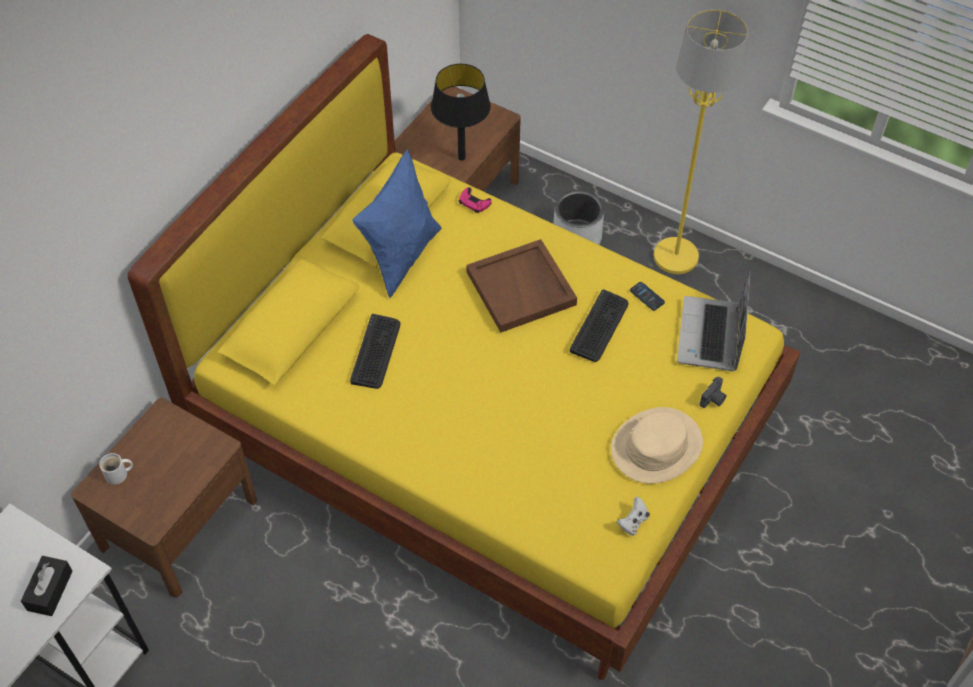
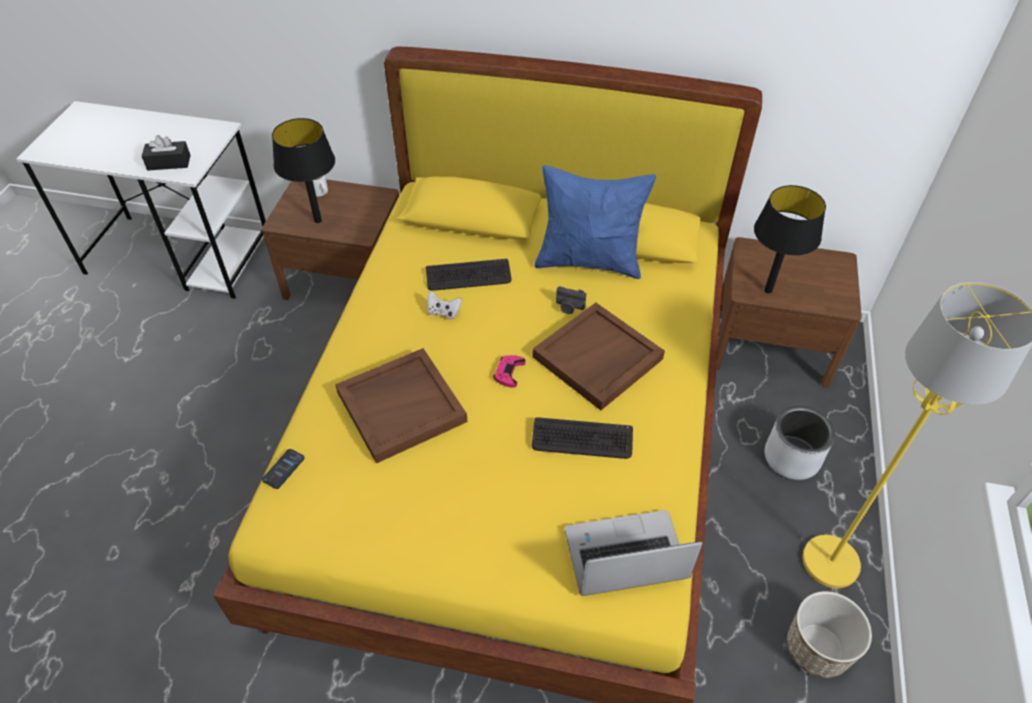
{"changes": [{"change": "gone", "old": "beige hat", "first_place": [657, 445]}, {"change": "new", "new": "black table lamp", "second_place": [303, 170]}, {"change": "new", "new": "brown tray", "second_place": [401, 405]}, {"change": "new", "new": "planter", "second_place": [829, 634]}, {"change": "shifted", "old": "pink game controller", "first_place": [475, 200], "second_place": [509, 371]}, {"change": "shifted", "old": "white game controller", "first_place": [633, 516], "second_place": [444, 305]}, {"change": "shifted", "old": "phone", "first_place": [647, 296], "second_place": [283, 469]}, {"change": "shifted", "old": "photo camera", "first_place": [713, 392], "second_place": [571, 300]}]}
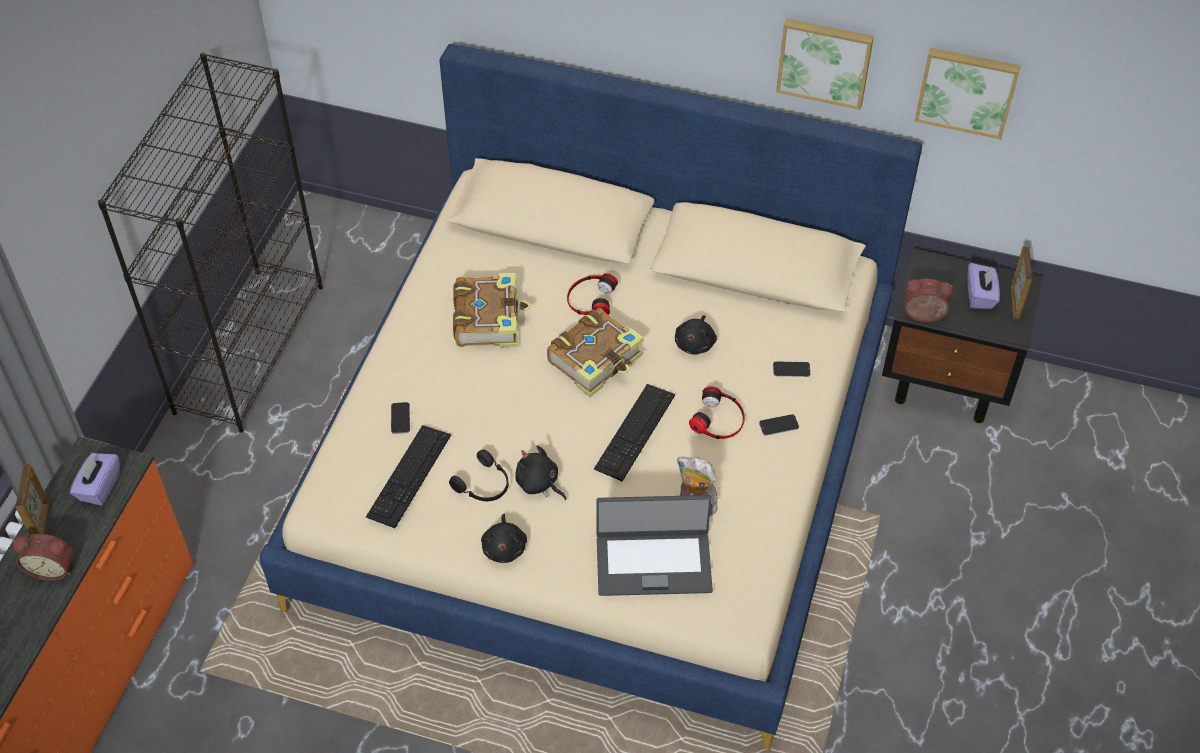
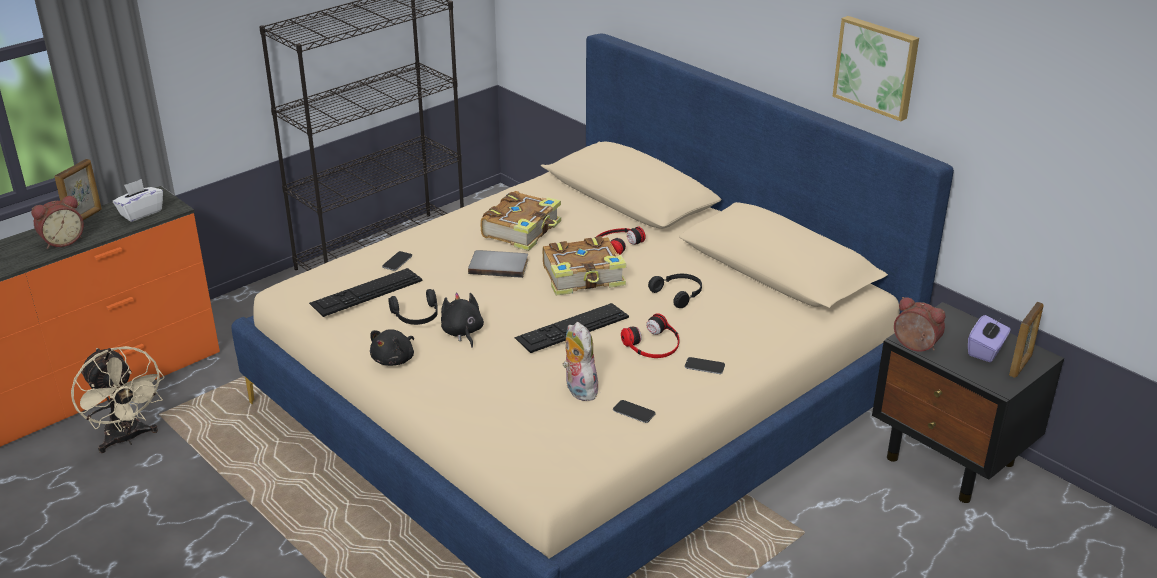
{"changes": [{"change": "gone", "old": "laptop", "first_place": [654, 545]}, {"change": "gone", "old": "picture", "first_place": [968, 93]}, {"change": "new", "new": "beige fan", "second_place": [118, 399]}, {"change": "new", "new": "grey book", "second_place": [498, 264]}, {"change": "shifted", "old": "phone", "first_place": [791, 369], "second_place": [634, 411]}, {"change": "swapped", "old": "black plush toy", "new": "black headphones", "first_place": [696, 335], "second_place": [675, 291]}, {"change": "repainted", "old": "purple tissue box", "new": "white tissue box", "first_place": [95, 479], "second_place": [138, 200]}, {"change": "rotated", "old": "alarm clock", "first_place": [43, 557], "second_place": [57, 222], "degrees": -75}]}
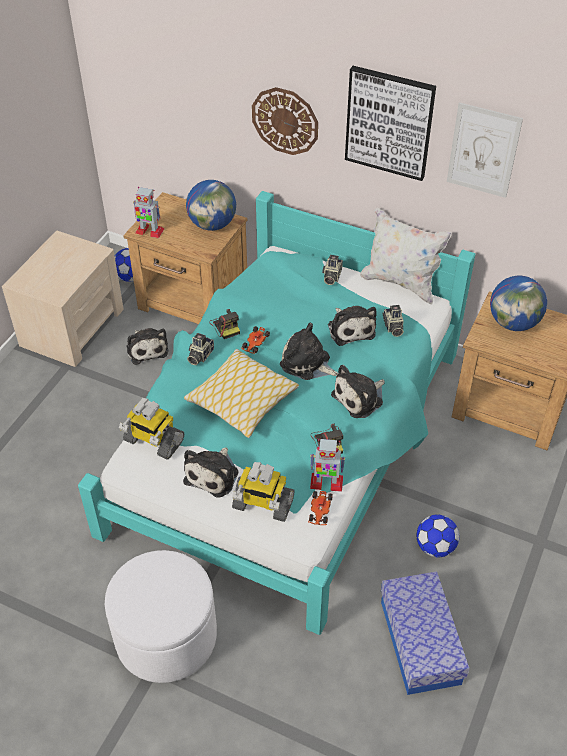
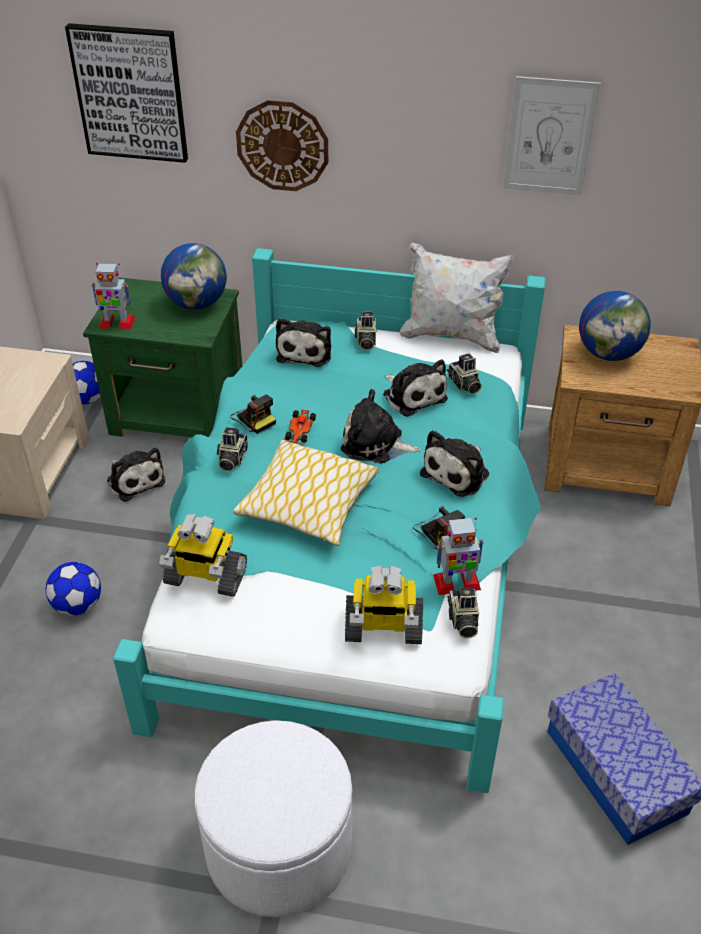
{"changes": [{"change": "shifted", "old": "plush toy", "first_place": [210, 472], "second_place": [303, 342]}, {"change": "shifted", "old": "picture", "first_place": [390, 123], "second_place": [126, 93]}, {"change": "shifted", "old": "football", "first_place": [437, 535], "second_place": [73, 589]}, {"change": "swapped", "old": "toy car", "new": "photo camera", "first_place": [320, 508], "second_place": [463, 612]}, {"change": "repainted", "old": "brown nightstand", "new": "green nightstand", "first_place": [185, 258], "second_place": [162, 357]}]}
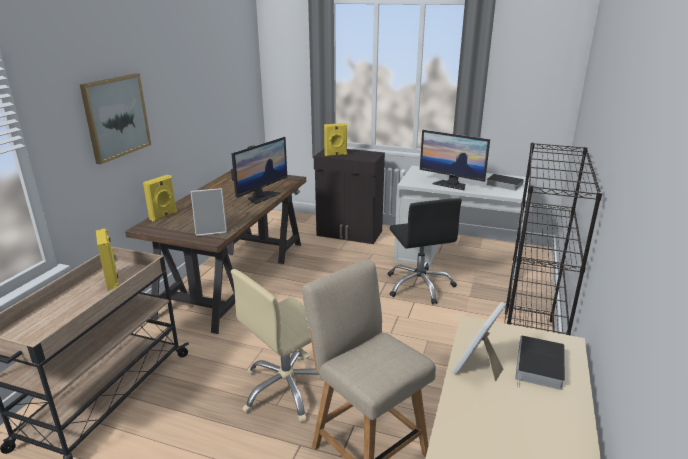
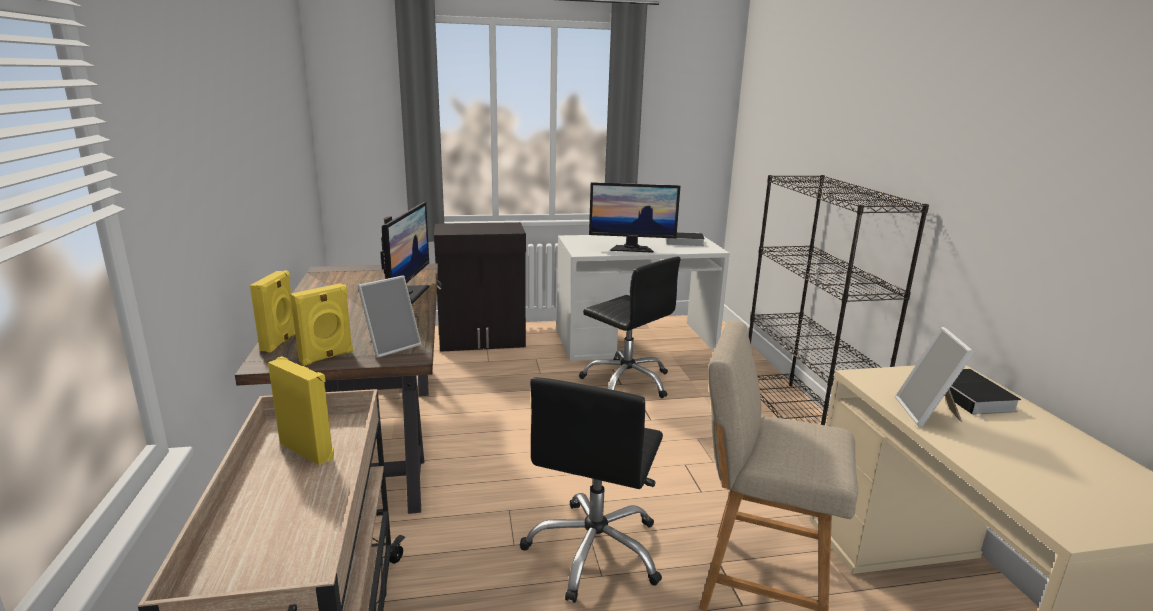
{"changes": [{"change": "gone", "old": "picture", "first_place": [115, 118]}, {"change": "shifted", "old": "yellow speaker", "first_place": [335, 140], "second_place": [321, 324]}, {"change": "repainted", "old": "beige office chair", "new": "black office chair", "first_place": [275, 346], "second_place": [591, 490]}]}
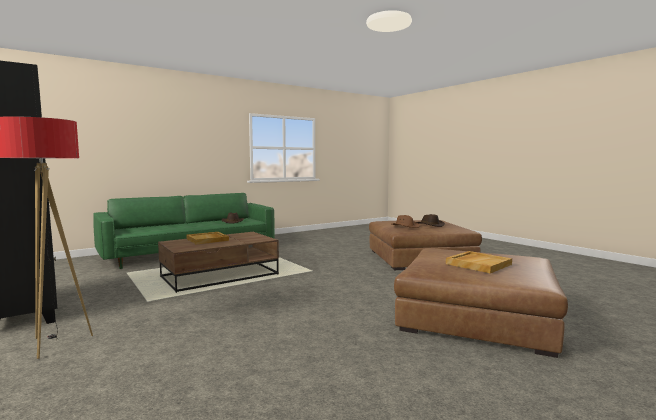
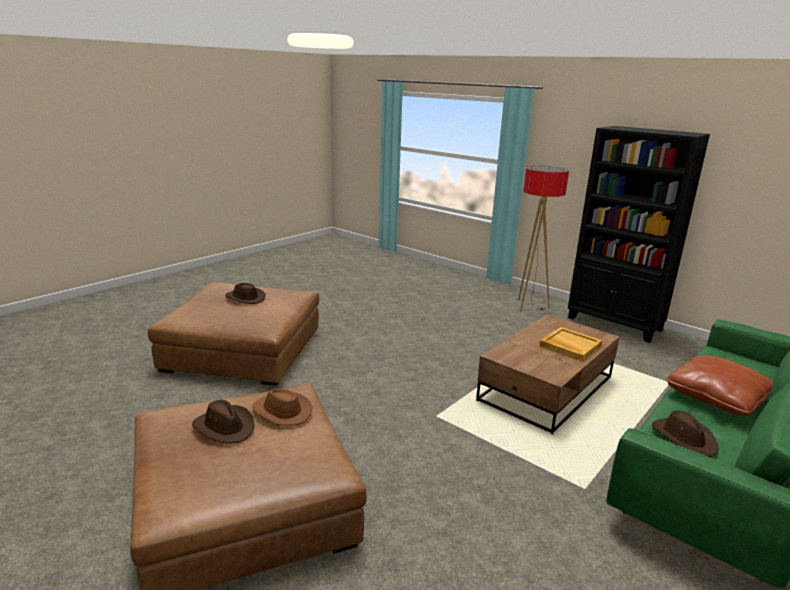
{"changes": [{"change": "new", "new": "brown pillow", "second_place": [719, 385]}, {"change": "swapped", "old": "beige tray", "new": "brown hat", "first_place": [479, 262], "second_place": [245, 293]}]}
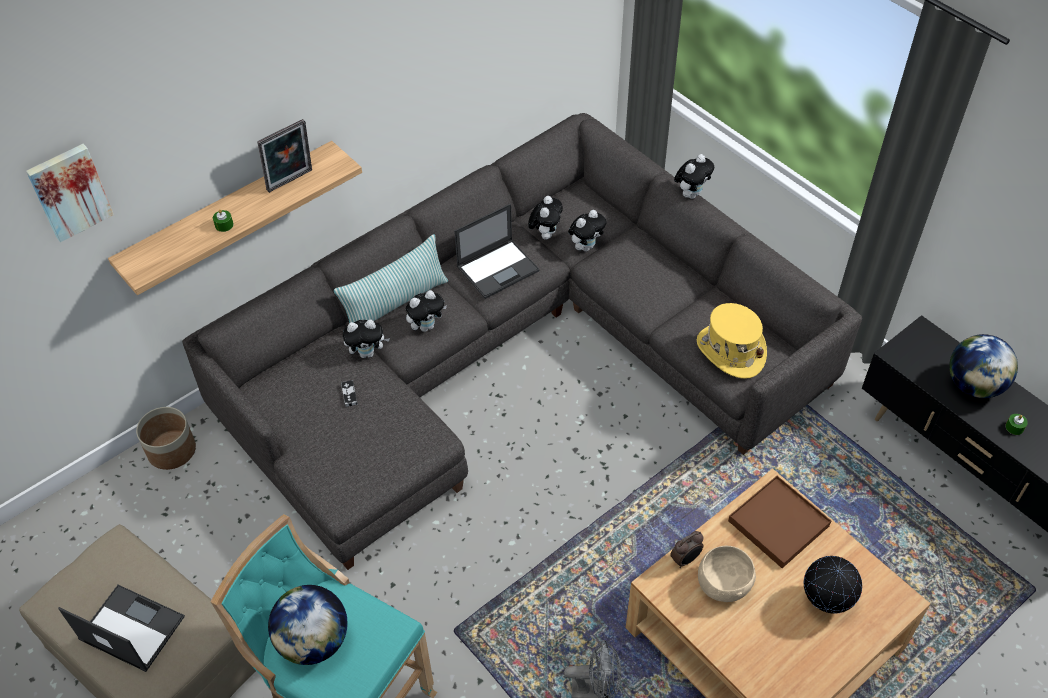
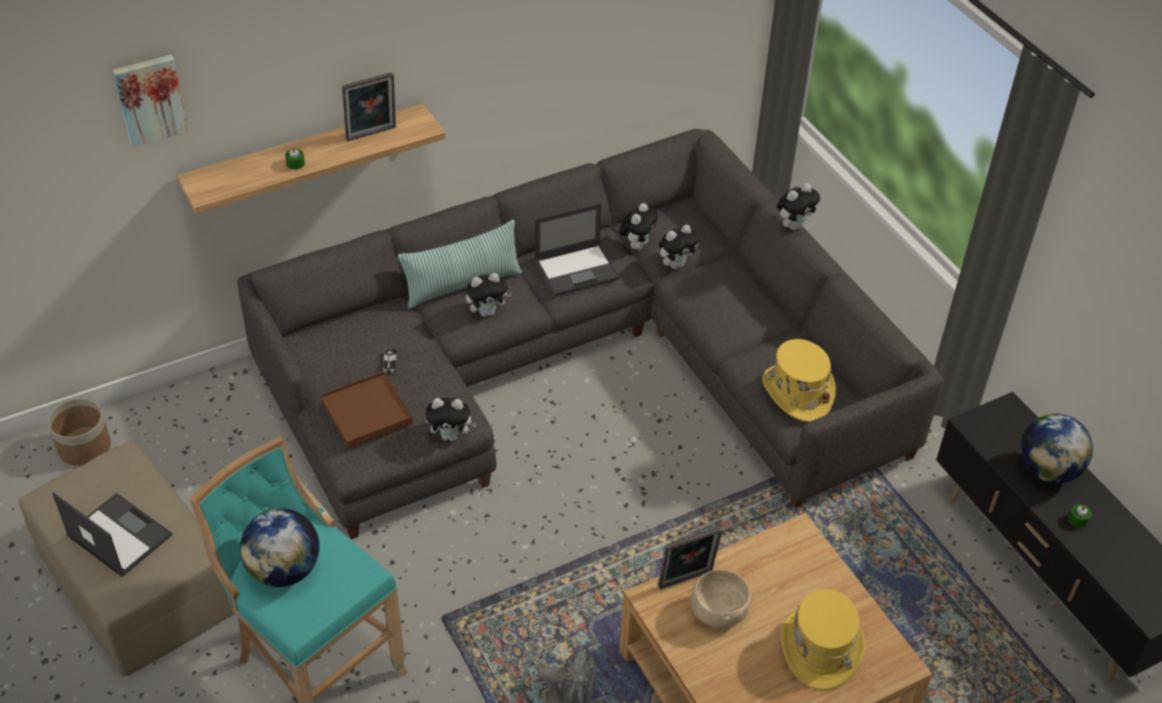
{"changes": [{"change": "shifted", "old": "planter", "first_place": [166, 438], "second_place": [79, 432]}, {"change": "shifted", "old": "plush toy", "first_place": [366, 338], "second_place": [451, 419]}, {"change": "shifted", "old": "brown tray", "first_place": [779, 522], "second_place": [366, 410]}, {"change": "swapped", "old": "alarm clock", "new": "picture frame", "first_place": [687, 549], "second_place": [690, 558]}, {"change": "swapped", "old": "globe", "new": "yellow hat", "first_place": [833, 584], "second_place": [823, 639]}]}
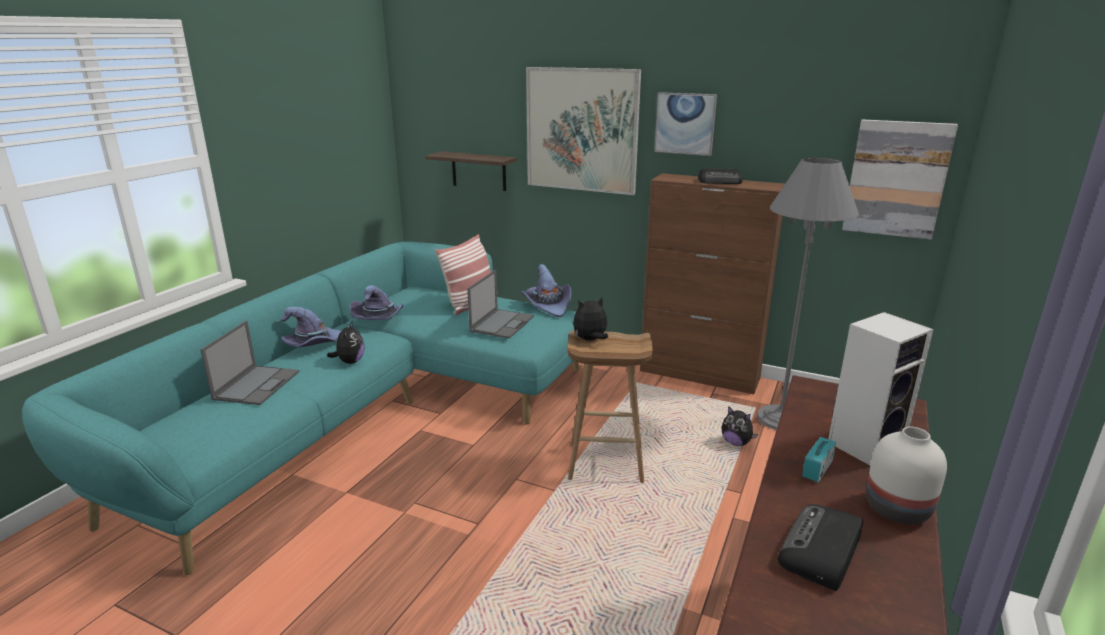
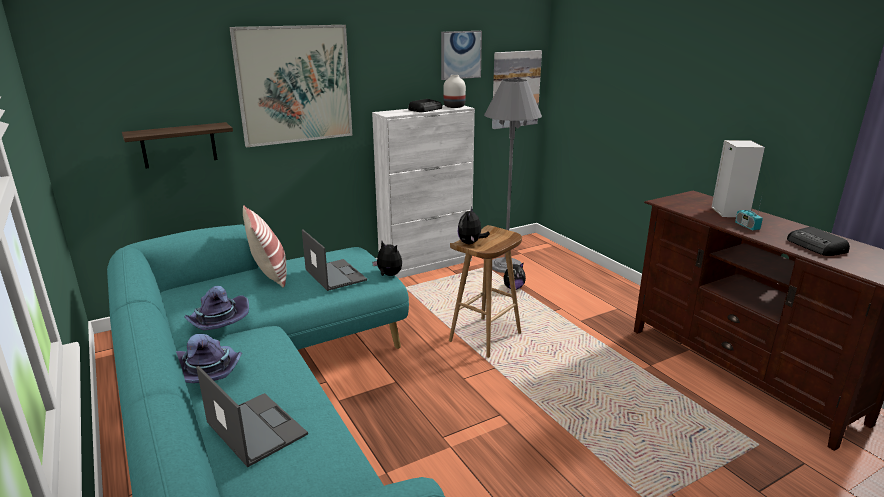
{"changes": [{"change": "gone", "old": "purple hat", "first_place": [546, 290]}, {"change": "shifted", "old": "plush toy", "first_place": [346, 343], "second_place": [387, 258]}, {"change": "shifted", "old": "picture", "first_place": [685, 124], "second_place": [461, 55]}, {"change": "shifted", "old": "white vase", "first_place": [906, 475], "second_place": [454, 91]}, {"change": "repainted", "old": "brown cabinet", "new": "white cabinet", "first_place": [712, 283], "second_place": [423, 192]}]}
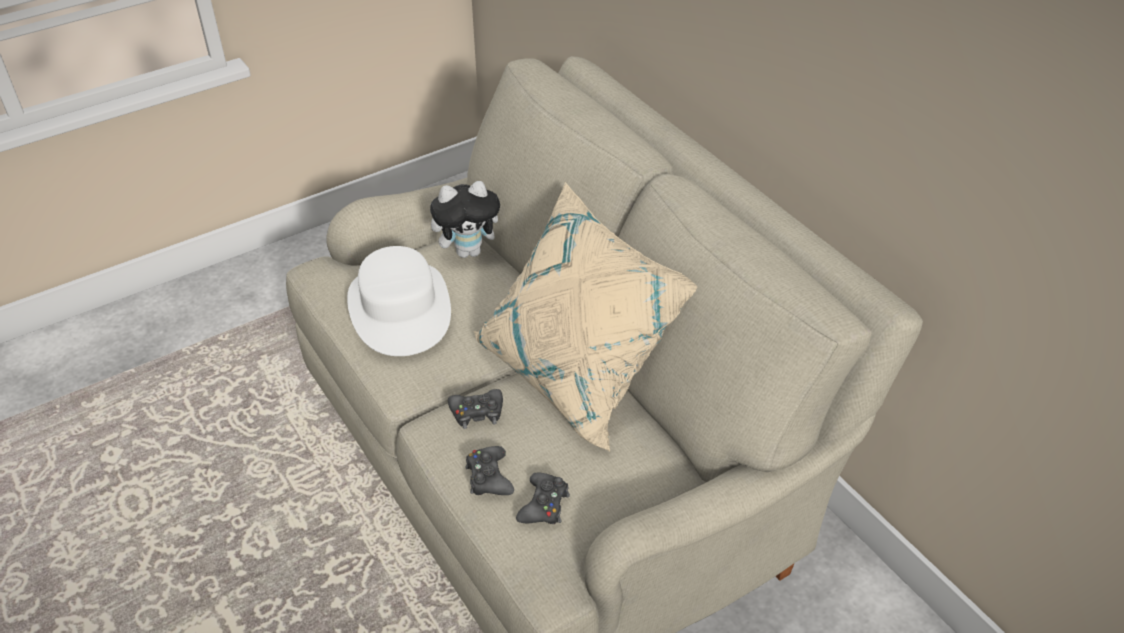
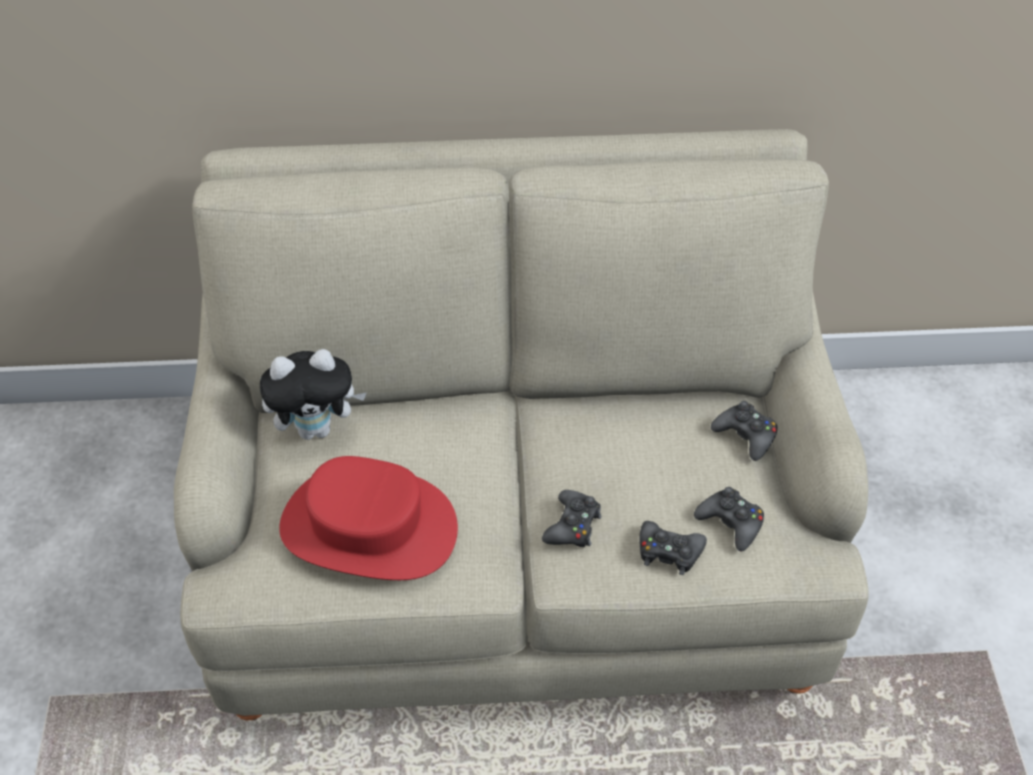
{"changes": [{"change": "gone", "old": "beige pillow", "first_place": [585, 317]}, {"change": "new", "new": "black game controller", "second_place": [744, 431]}, {"change": "repainted", "old": "white hat", "new": "red hat", "first_place": [399, 301], "second_place": [368, 518]}, {"change": "rotated", "old": "plush toy", "first_place": [465, 219], "second_place": [313, 394], "degrees": 60}]}
